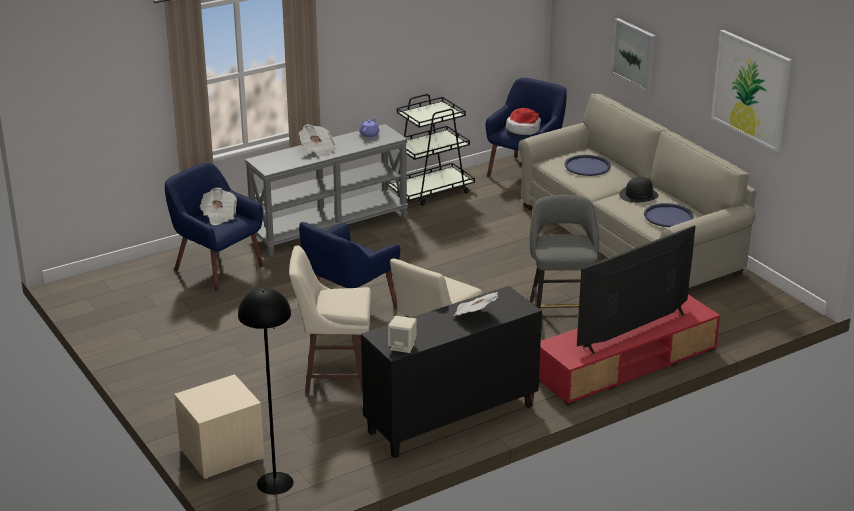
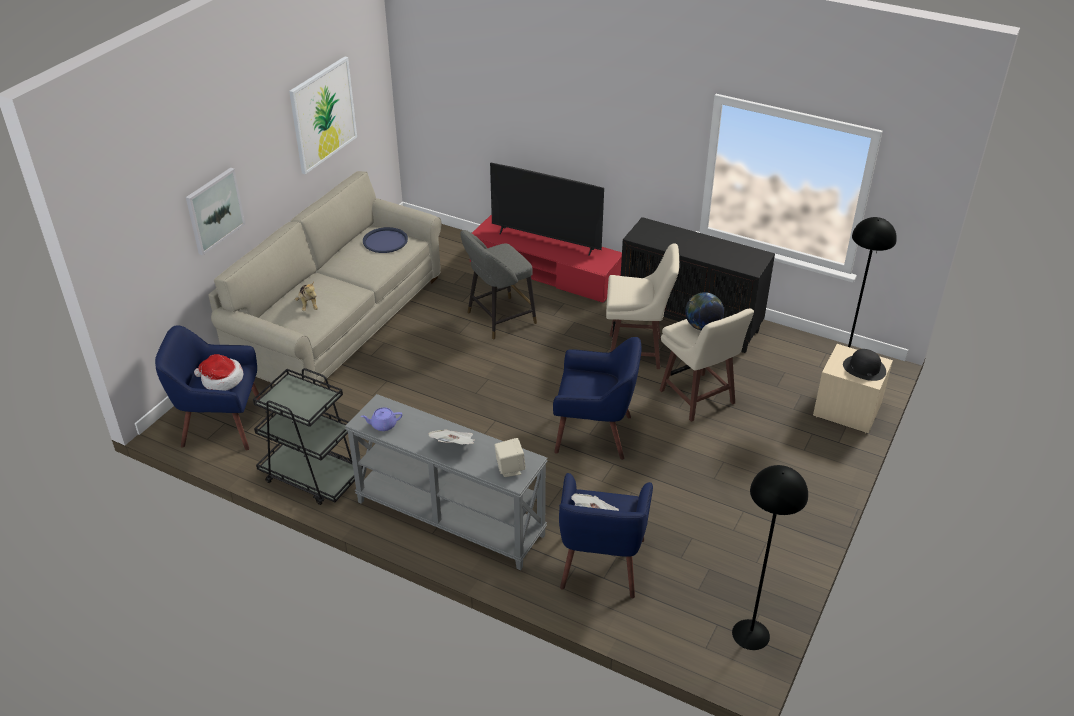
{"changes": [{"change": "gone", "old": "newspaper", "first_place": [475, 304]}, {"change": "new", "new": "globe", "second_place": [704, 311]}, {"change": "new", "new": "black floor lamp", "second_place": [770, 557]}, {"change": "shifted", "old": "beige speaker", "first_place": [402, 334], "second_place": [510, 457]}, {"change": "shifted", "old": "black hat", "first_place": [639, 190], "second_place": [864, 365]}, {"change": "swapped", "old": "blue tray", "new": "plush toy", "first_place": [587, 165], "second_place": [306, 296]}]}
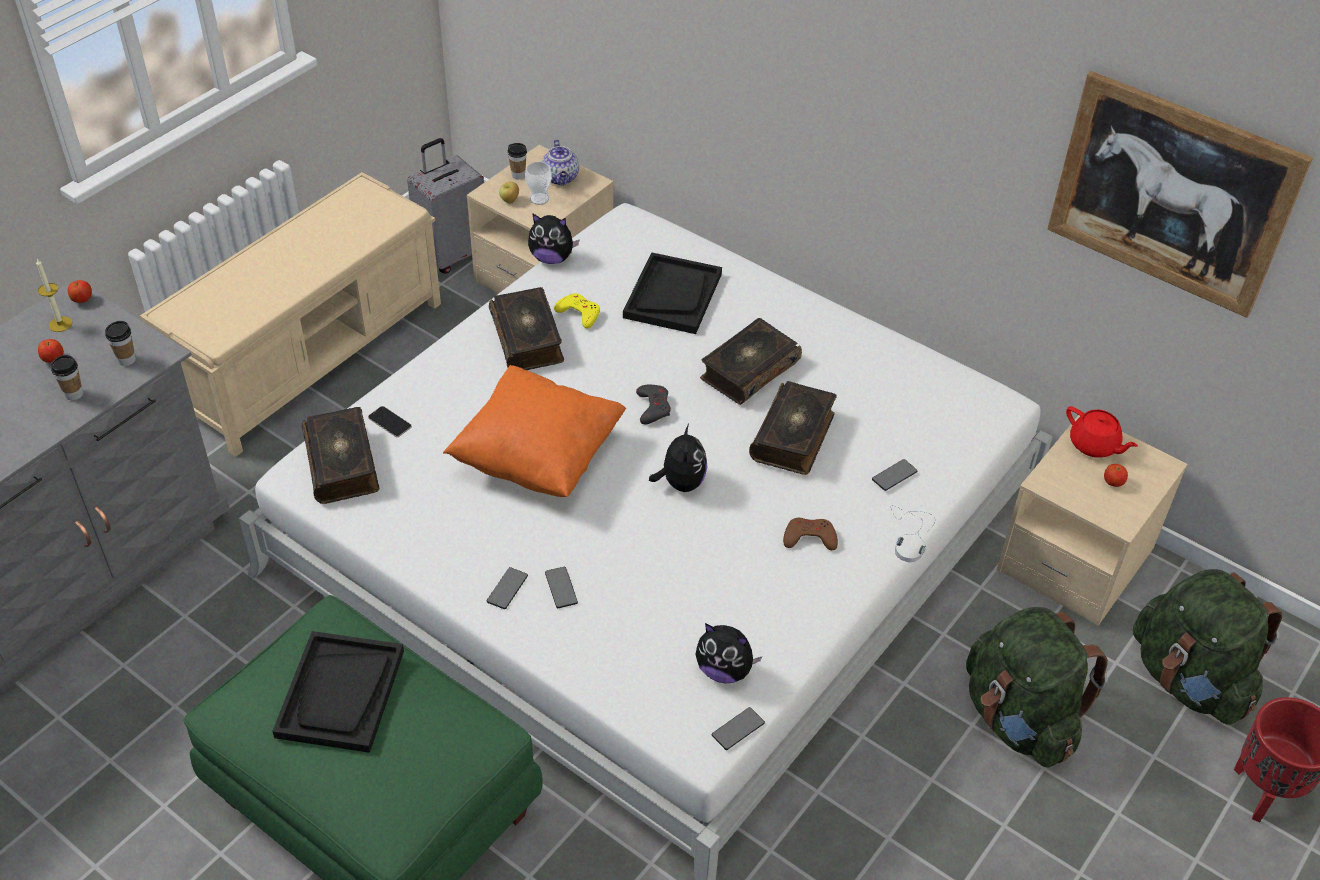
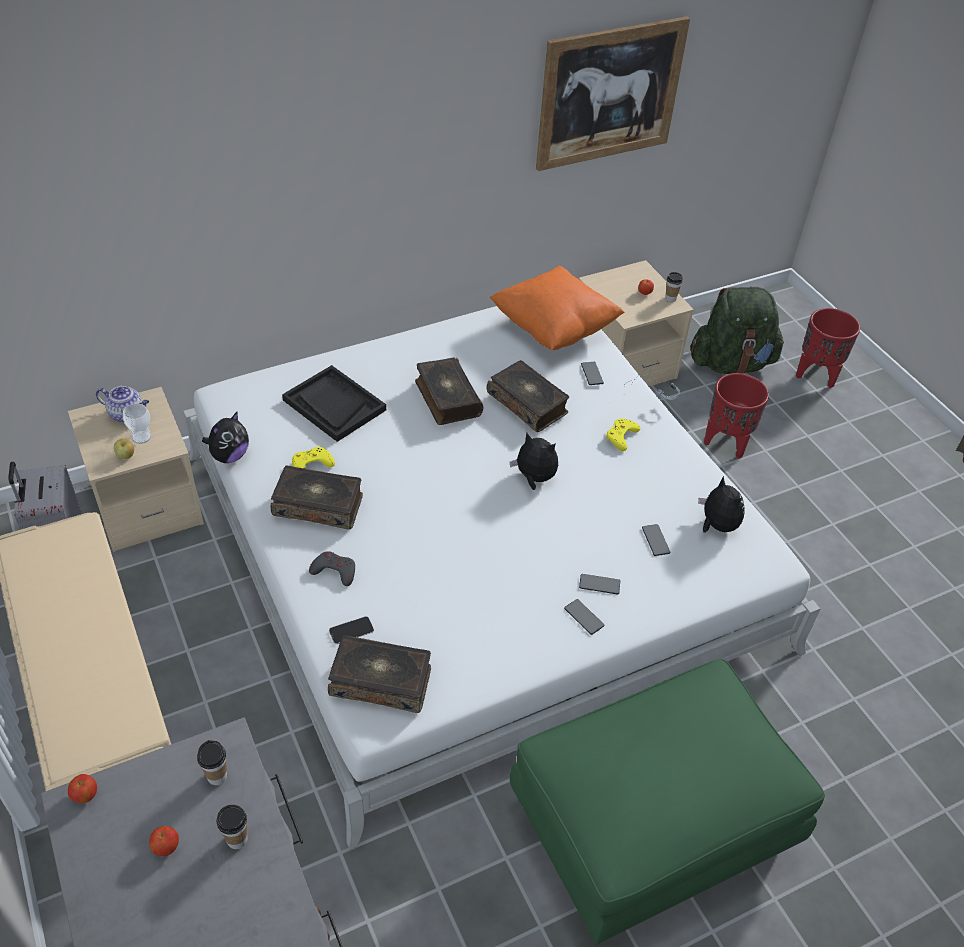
{"changes": [{"change": "gone", "old": "candle", "first_place": [54, 295]}, {"change": "gone", "old": "black tray", "first_place": [338, 692]}, {"change": "gone", "old": "red teapot", "first_place": [1102, 432]}, {"change": "shifted", "old": "orange pillow", "first_place": [534, 431], "second_place": [557, 308]}, {"change": "shifted", "old": "cup", "first_place": [517, 161], "second_place": [674, 287]}, {"change": "shifted", "old": "grey game controller", "first_place": [653, 404], "second_place": [332, 568]}, {"change": "shifted", "old": "phone", "first_place": [738, 728], "second_place": [656, 540]}, {"change": "swapped", "old": "green backpack", "new": "red planter", "first_place": [1037, 687], "second_place": [736, 416]}, {"change": "repainted", "old": "brown game controller", "new": "yellow game controller", "first_place": [810, 534], "second_place": [623, 435]}, {"change": "rotated", "old": "plush toy", "first_place": [729, 653], "second_place": [721, 504], "degrees": -75}]}
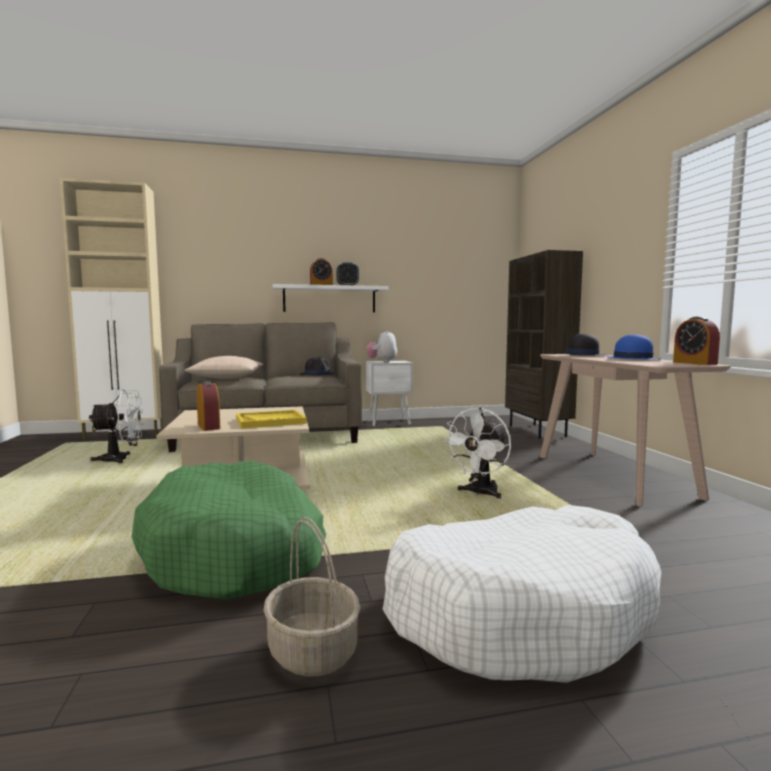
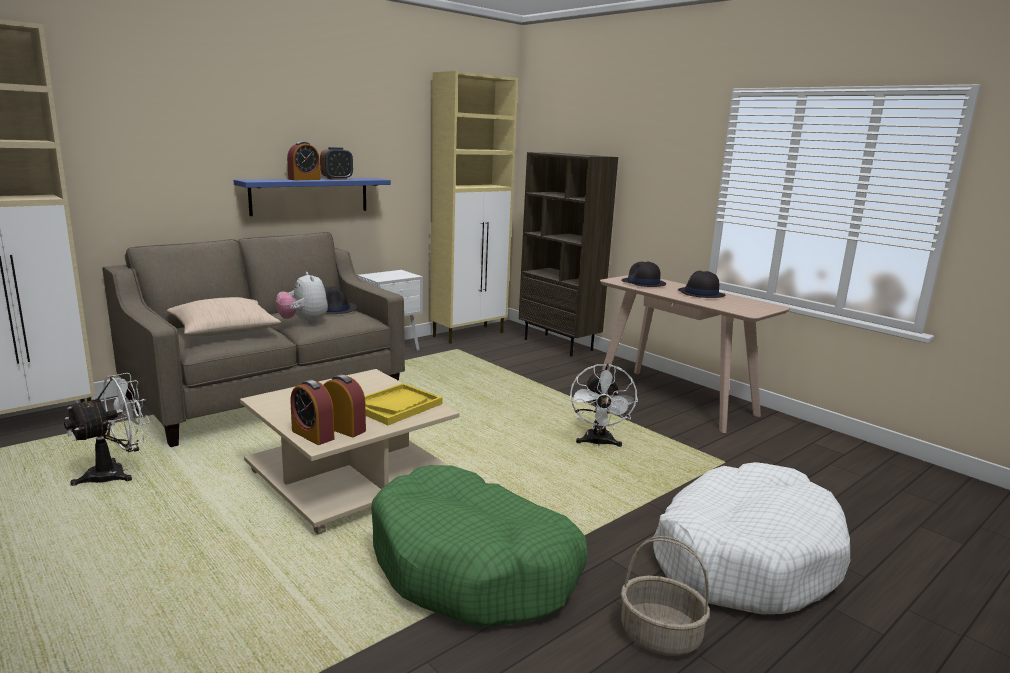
{"changes": [{"change": "new", "new": "beige cabinet", "second_place": [474, 207]}, {"change": "shifted", "old": "plush toy", "first_place": [382, 346], "second_place": [302, 298]}, {"change": "shifted", "old": "alarm clock", "first_place": [696, 340], "second_place": [312, 412]}, {"change": "repainted", "old": "white shelf", "new": "blue shelf", "first_place": [330, 298], "second_place": [312, 197]}, {"change": "repainted", "old": "blue hat", "new": "black hat", "first_place": [633, 347], "second_place": [701, 284]}]}
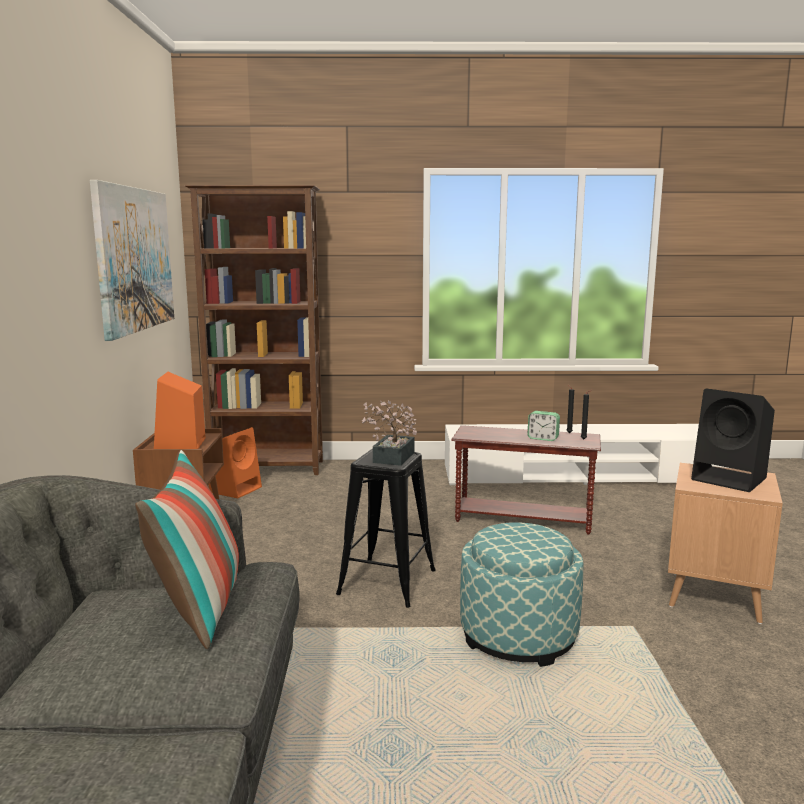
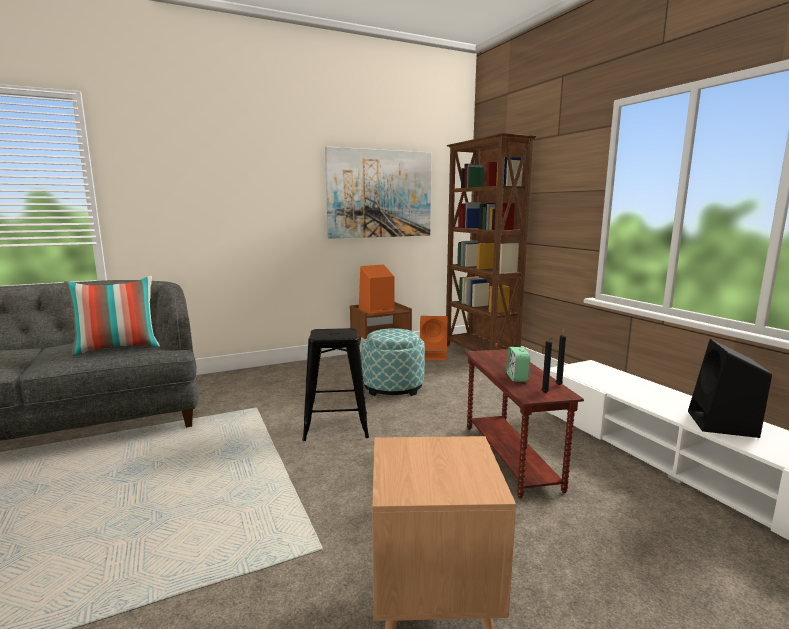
{"changes": [{"change": "gone", "old": "potted plant", "first_place": [389, 433]}, {"change": "shifted", "old": "ottoman", "first_place": [521, 594], "second_place": [393, 362]}, {"change": "shifted", "old": "black speaker", "first_place": [733, 440], "second_place": [730, 388]}]}
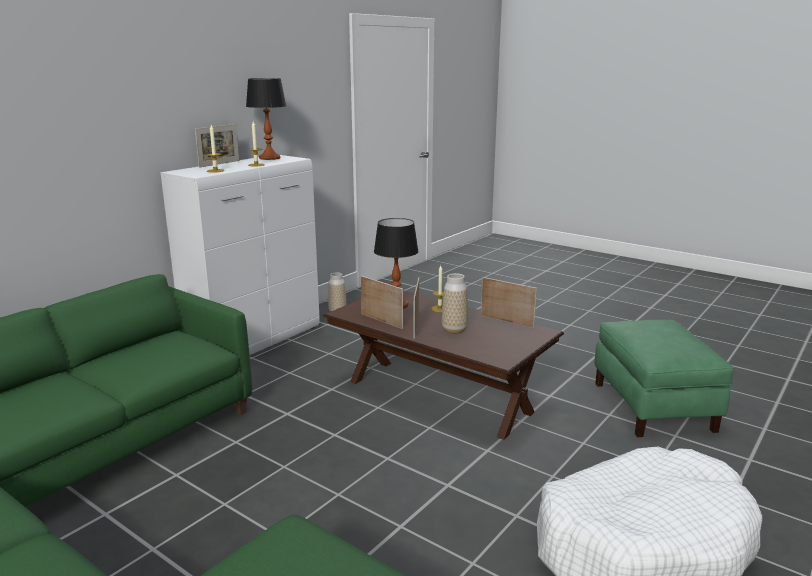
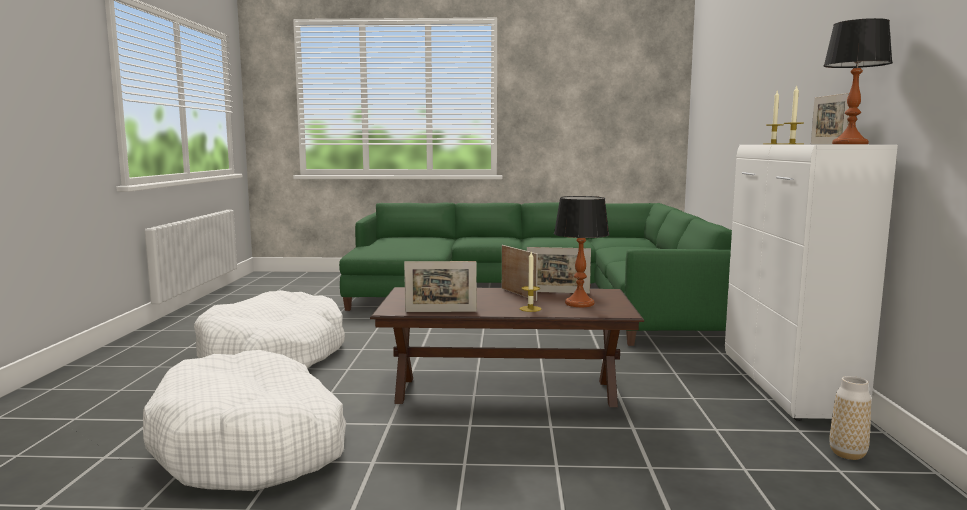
{"changes": [{"change": "gone", "old": "vase", "first_place": [455, 303]}, {"change": "swapped", "old": "green ottoman", "new": "white dog bed", "first_place": [664, 378], "second_place": [244, 420]}]}
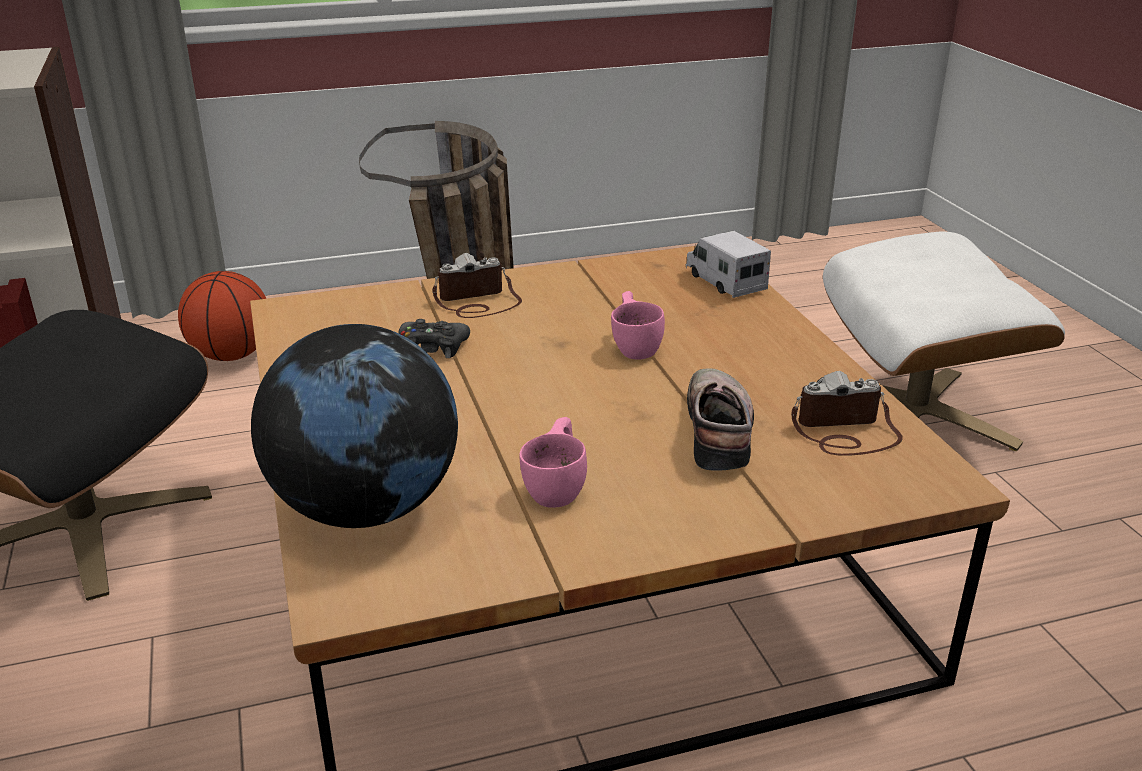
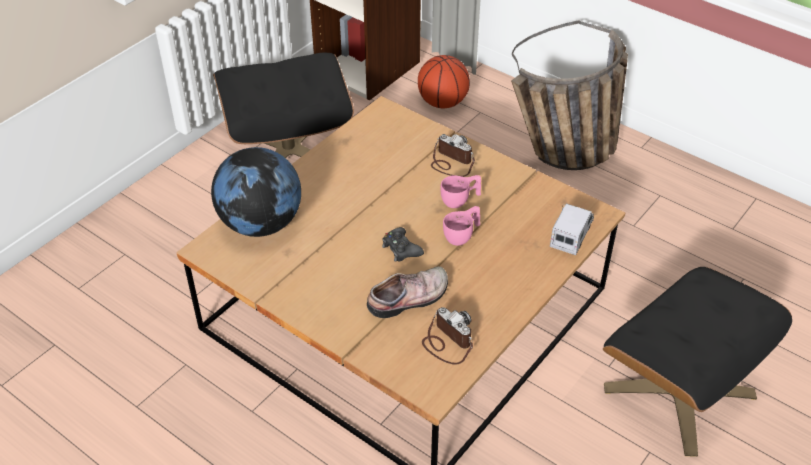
{"changes": [{"change": "shifted", "old": "black game controller", "first_place": [434, 338], "second_place": [403, 244]}, {"change": "shifted", "old": "pink cup", "first_place": [553, 462], "second_place": [460, 191]}, {"change": "repainted", "old": "white ottoman", "new": "black ottoman", "first_place": [944, 341], "second_place": [697, 362]}]}
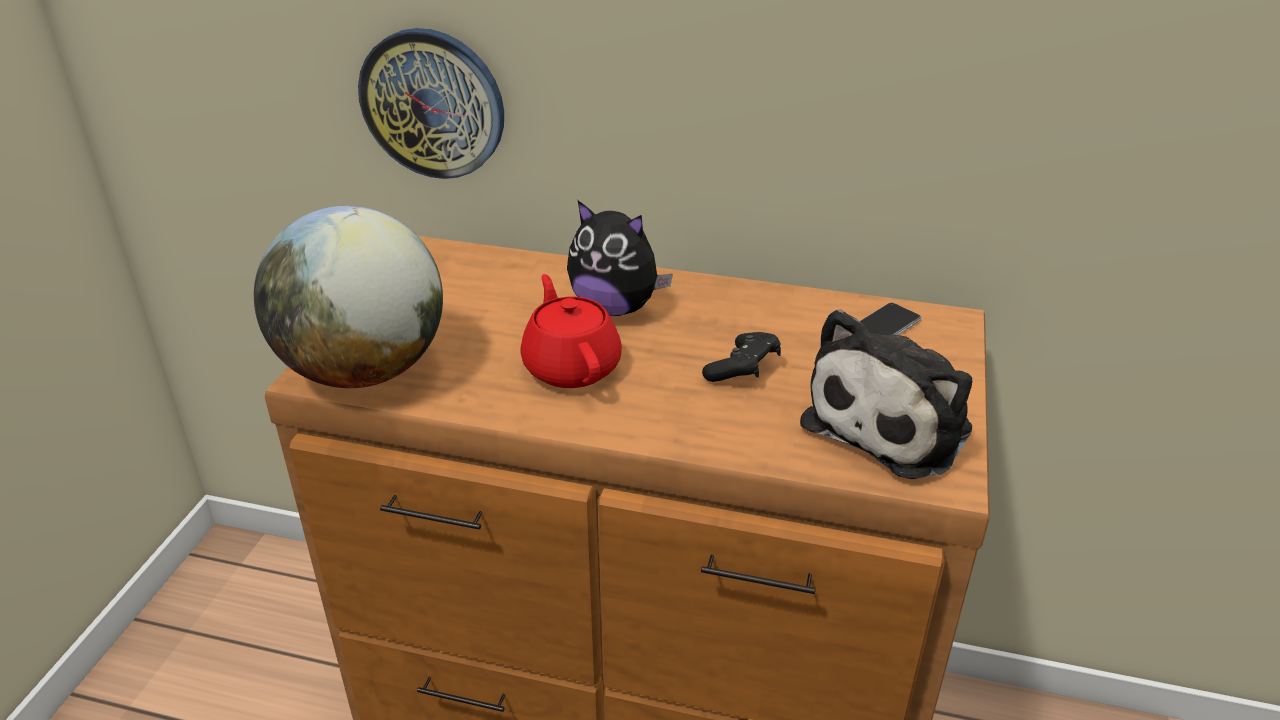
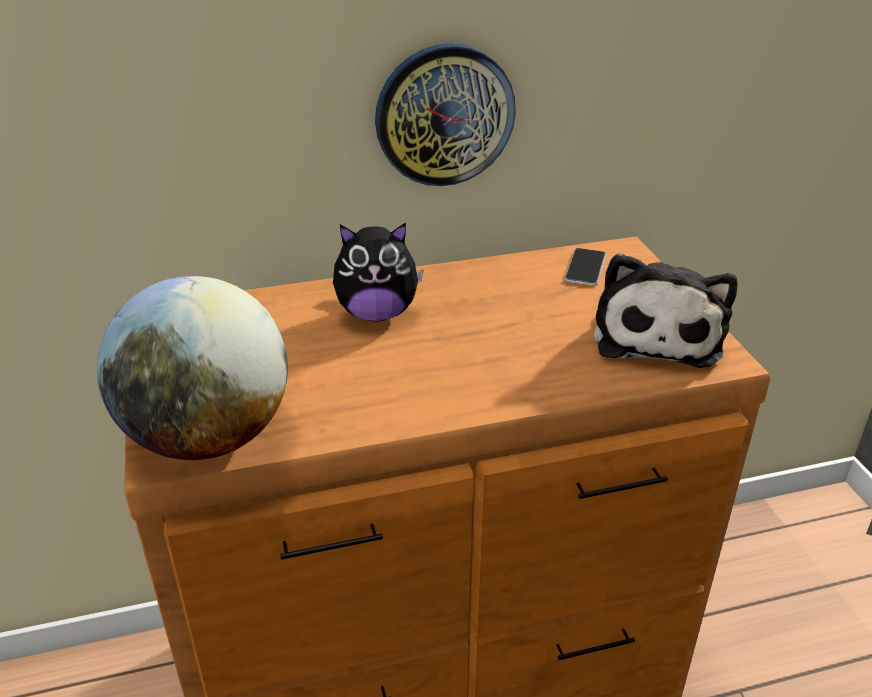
{"changes": [{"change": "gone", "old": "red teapot", "first_place": [571, 331]}, {"change": "gone", "old": "black game controller", "first_place": [741, 357]}, {"change": "shifted", "old": "wall clock", "first_place": [431, 103], "second_place": [445, 114]}]}
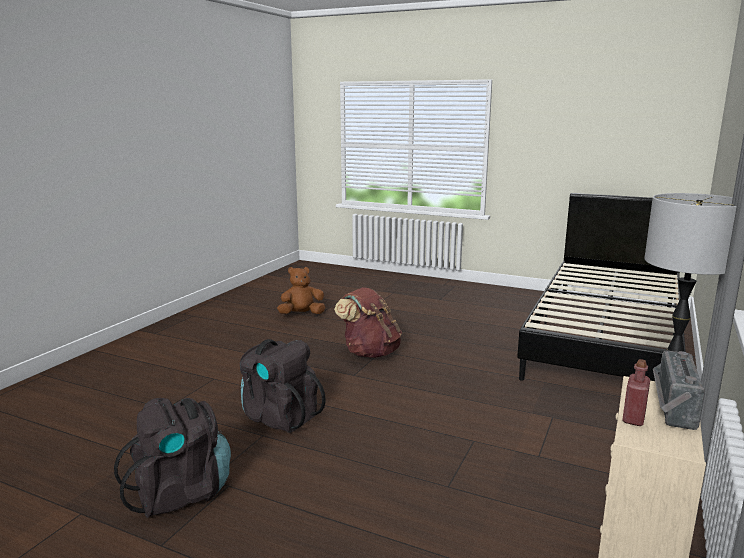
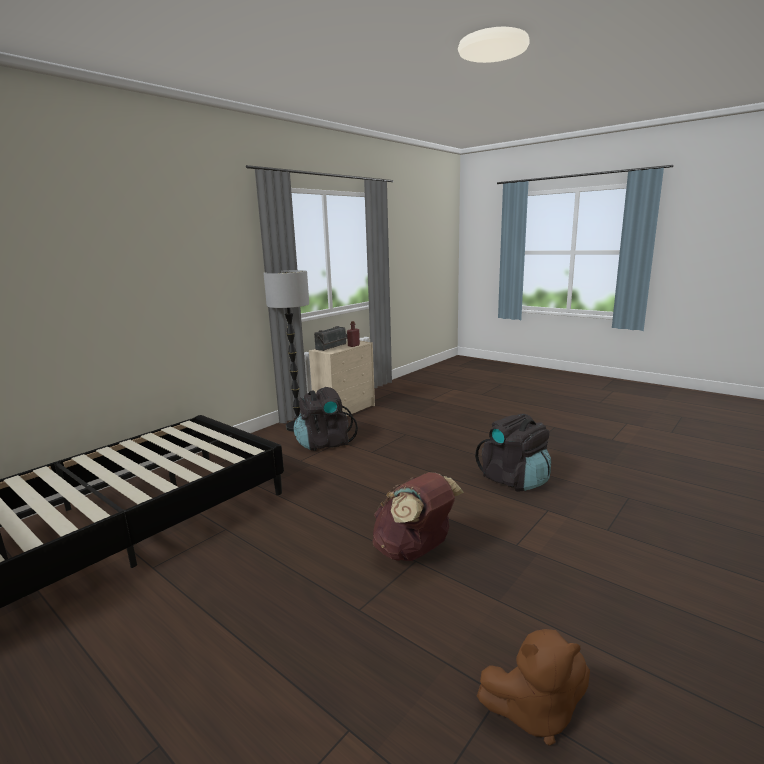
{"changes": [{"change": "shifted", "old": "black backpack", "first_place": [172, 458], "second_place": [325, 419]}]}
